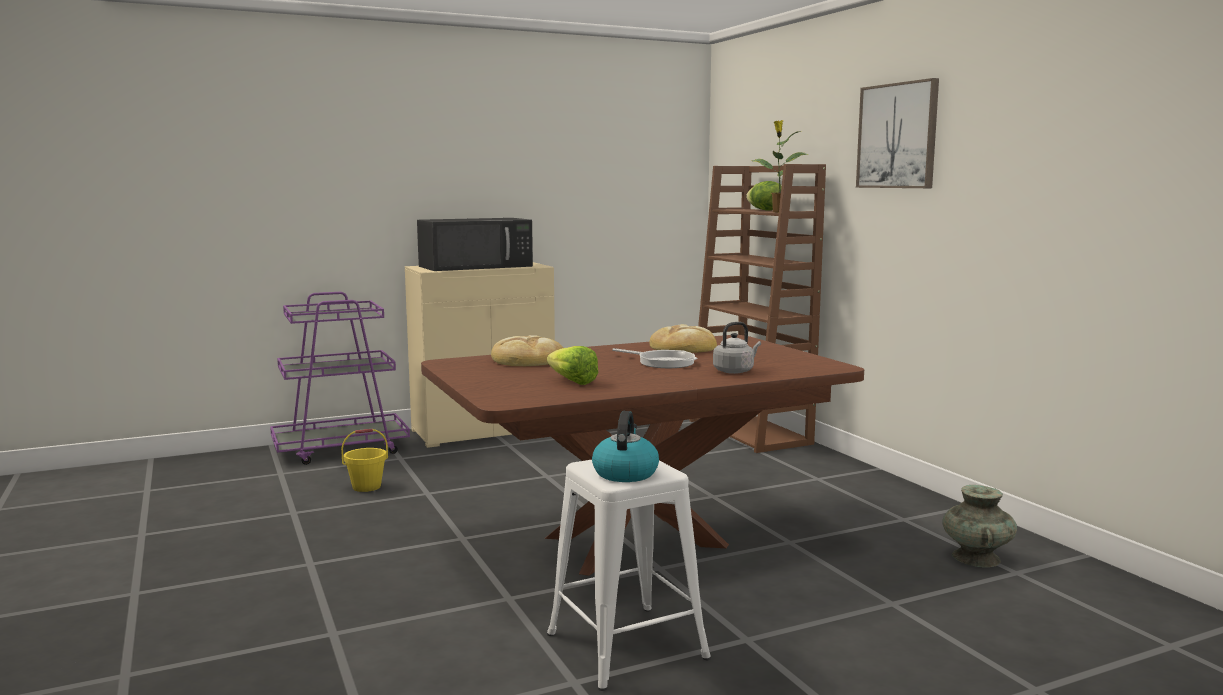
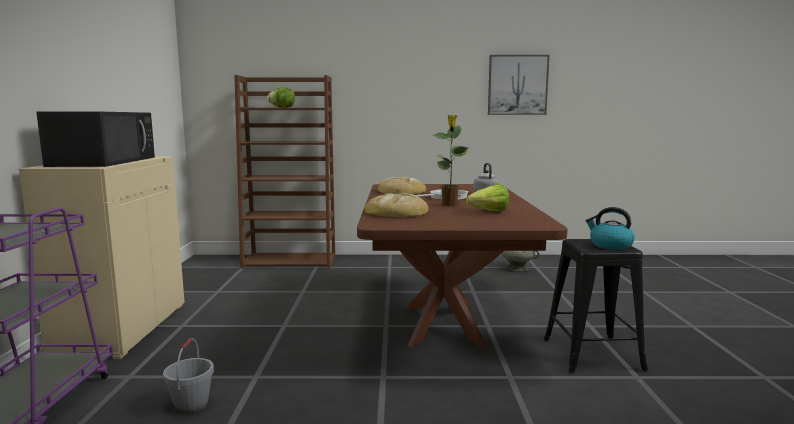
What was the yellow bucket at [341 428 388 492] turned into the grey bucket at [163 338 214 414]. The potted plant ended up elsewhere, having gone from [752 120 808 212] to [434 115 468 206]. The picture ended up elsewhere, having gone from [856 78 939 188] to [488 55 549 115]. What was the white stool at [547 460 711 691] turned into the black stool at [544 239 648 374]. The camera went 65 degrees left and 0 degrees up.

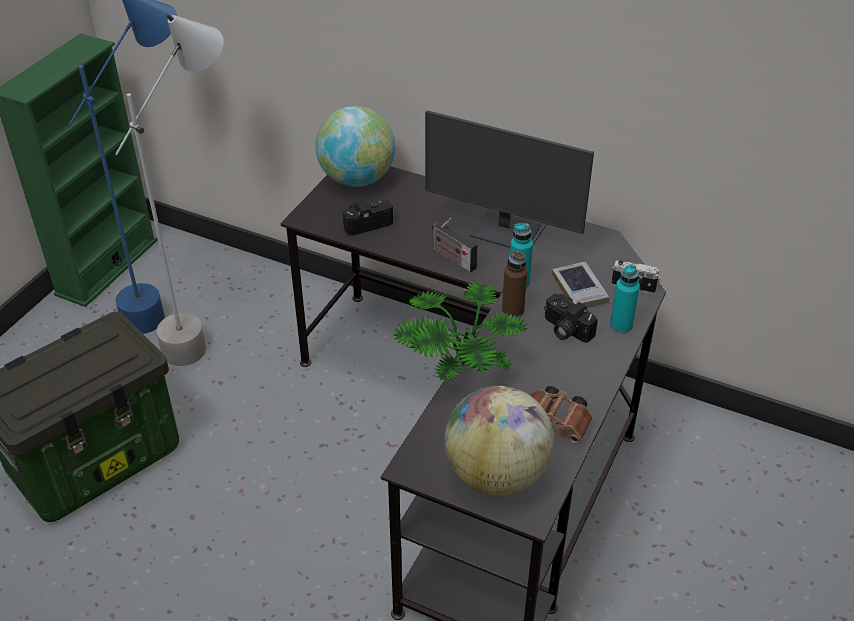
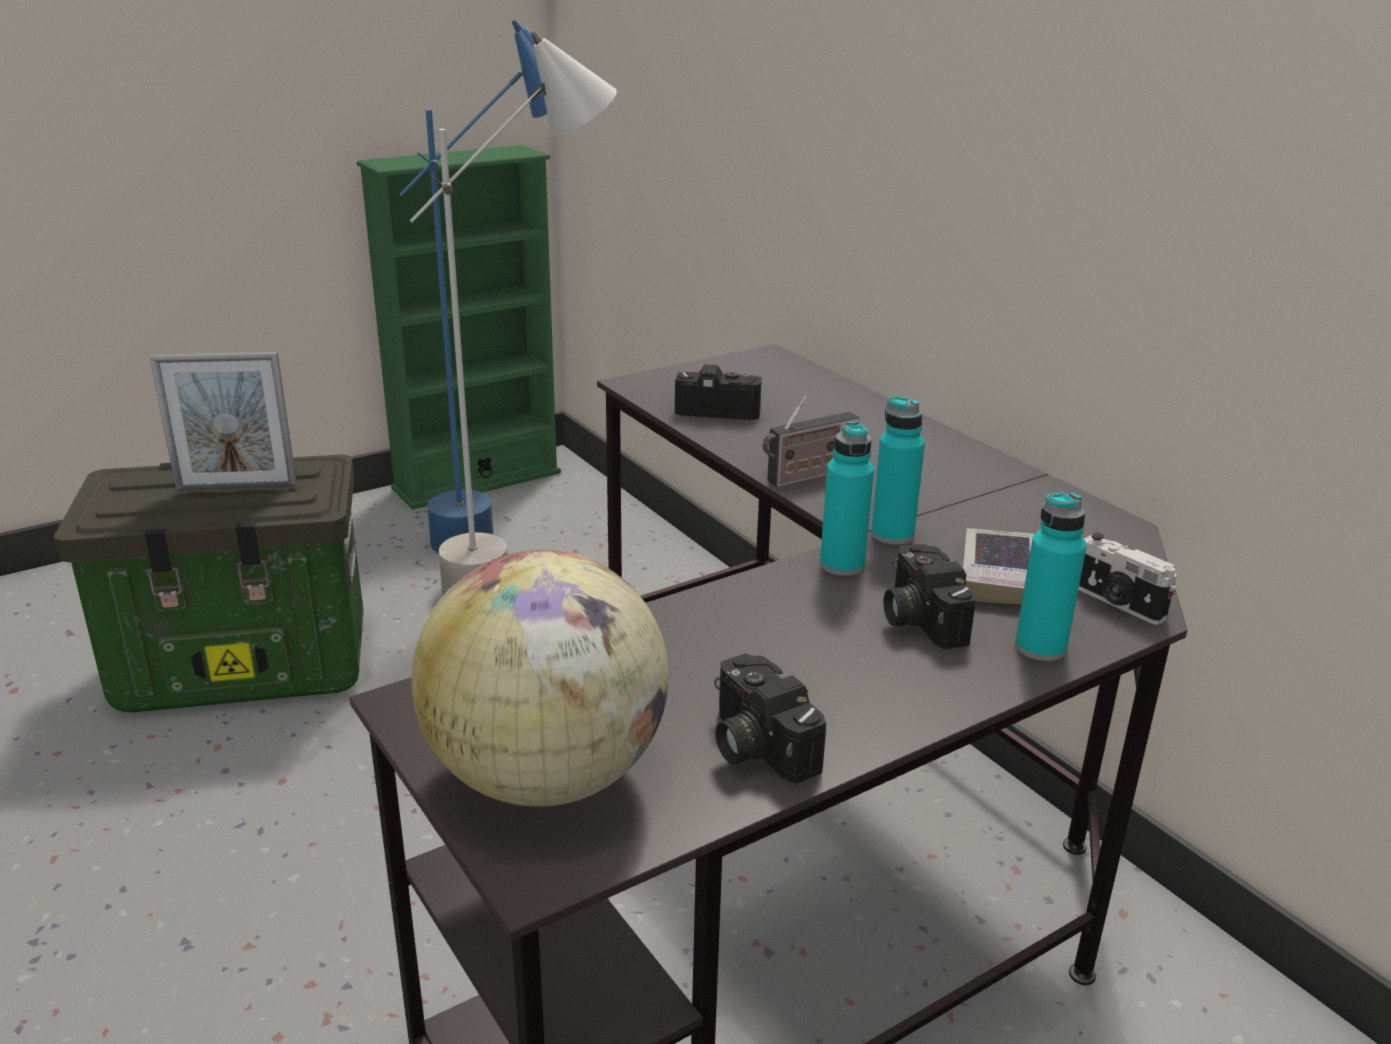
The second view gained the picture frame at [150 352 297 491]. Where the brown binoculars stood at [530 386 593 443], the photo camera came to stand at [714 653 826 784]. The radio at [431 218 477 272] ended up facing another way, 105 degrees counterclockwise from before. What was the brown bottle at [502 250 527 319] turned into the turquoise bottle at [820 421 874 576]. The second view lost the globe at [315 106 395 187]. The second view lost the potted plant at [393 282 528 382]. The second view lost the monitor at [425 110 594 248]. The camera went 30 degrees right and 15 degrees down.

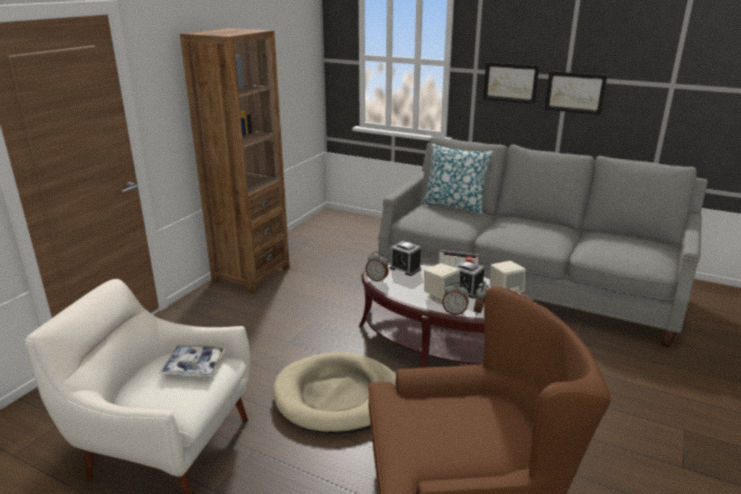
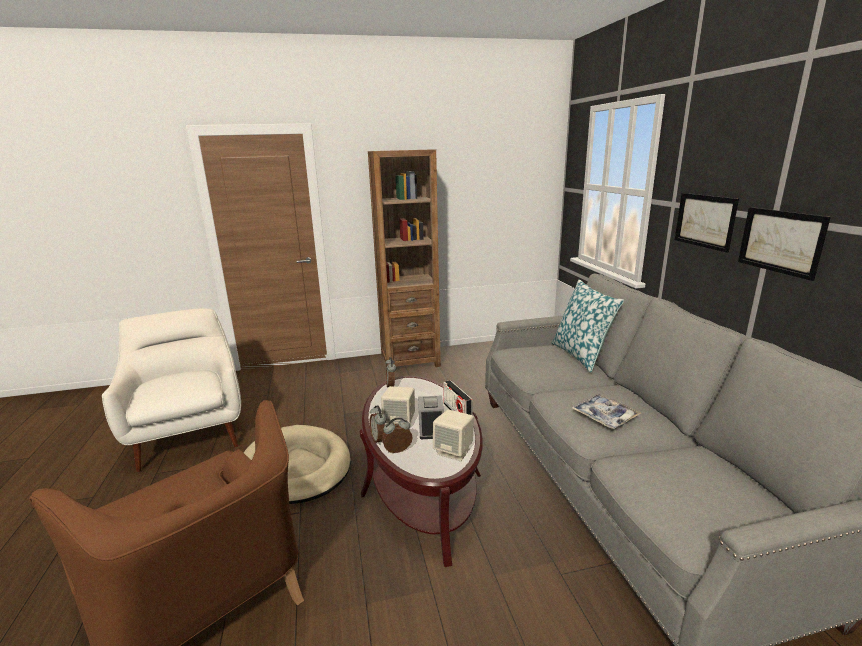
The tray ended up elsewhere, having gone from [159 345 227 377] to [571 394 641 429]. The second view lost the alarm clock at [389 241 421 276]. The camera went 50 degrees right and 5 degrees down.

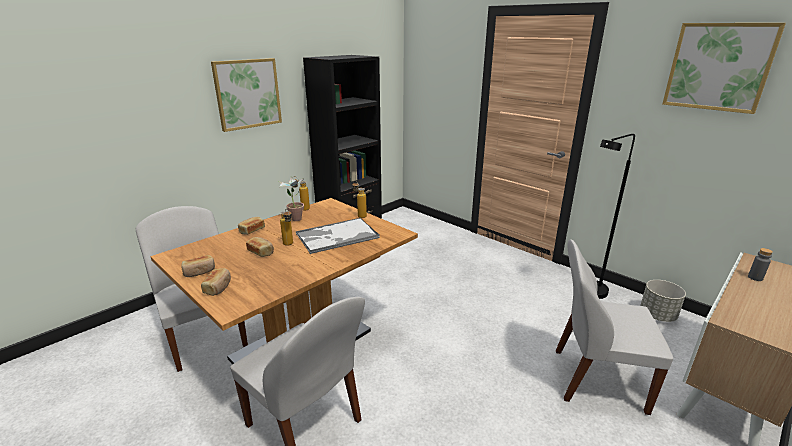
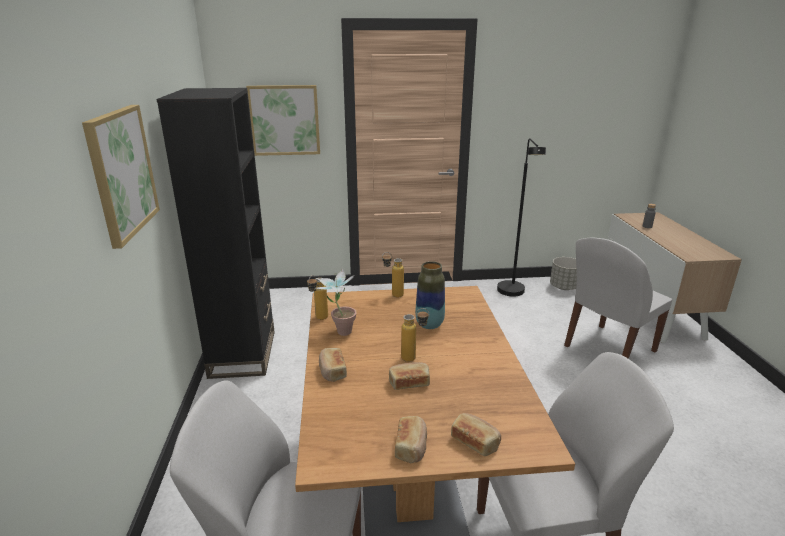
The picture ended up elsewhere, having gone from [662 23 786 114] to [246 85 320 156]. Where the tray stood at [296 218 380 254], the vase came to stand at [416 261 445 329]. The camera went 50 degrees left and 0 degrees up.

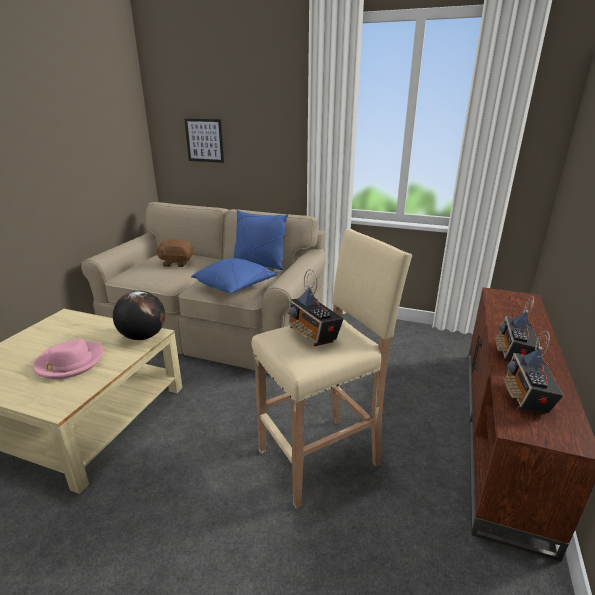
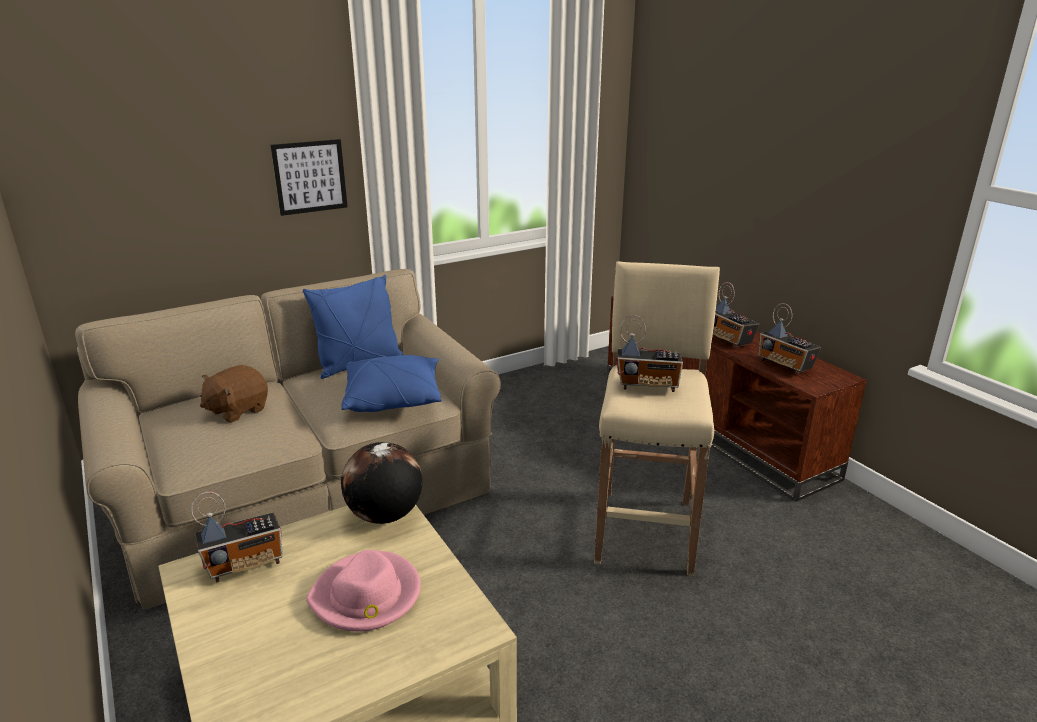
The second view gained the radio at [191 492 283 583]. The picture ended up elsewhere, having gone from [185 119 224 163] to [271 139 348 216]. The camera went 50 degrees left and 0 degrees up.

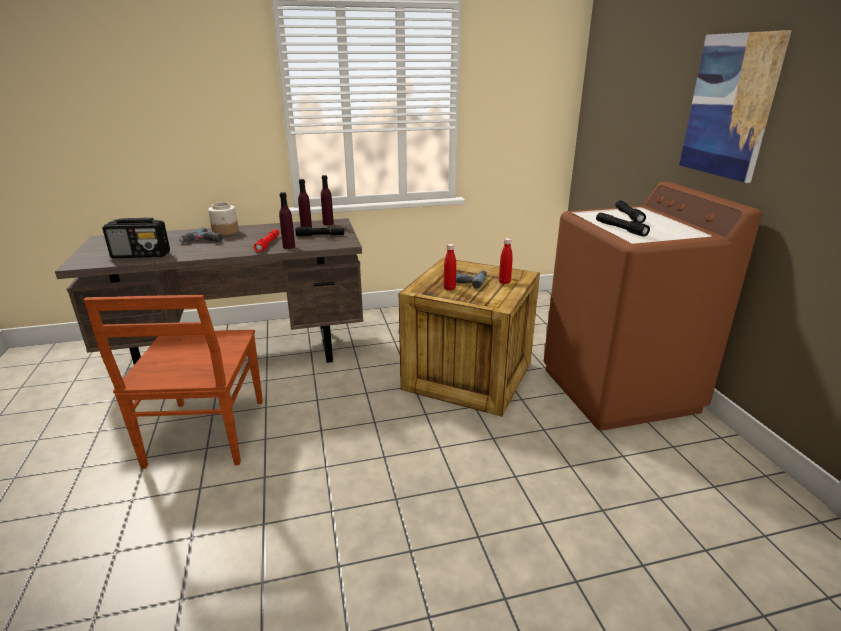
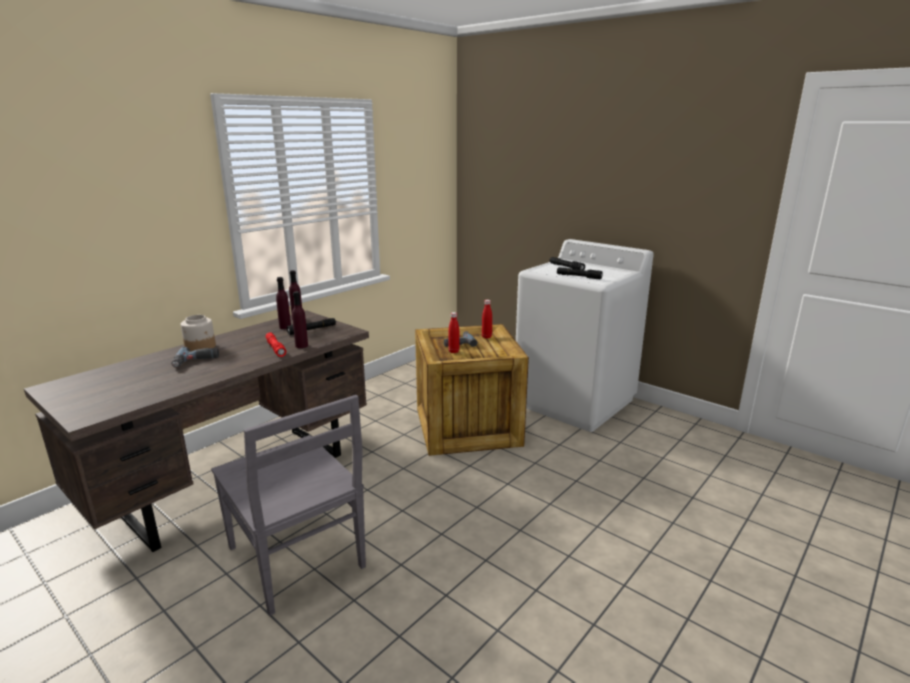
What was the brown chair at [83 295 263 469] turned into the grey chair at [211 395 366 616]. What was the brown washing machine at [544 182 762 431] turned into the white washing machine at [516 239 654 432]. The second view lost the radio at [102 218 170 258]. The second view lost the picture at [679 30 792 183]. The camera went 35 degrees left and 5 degrees down.

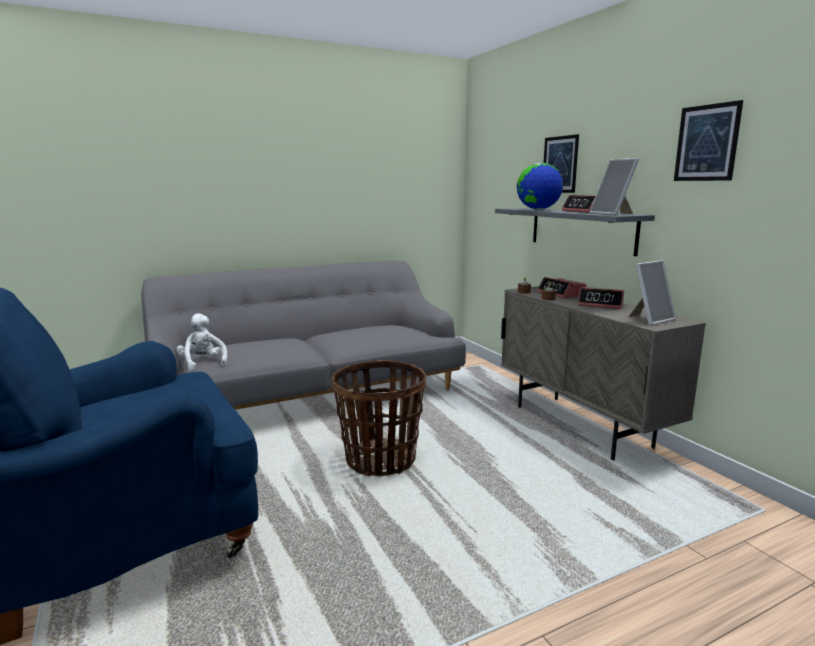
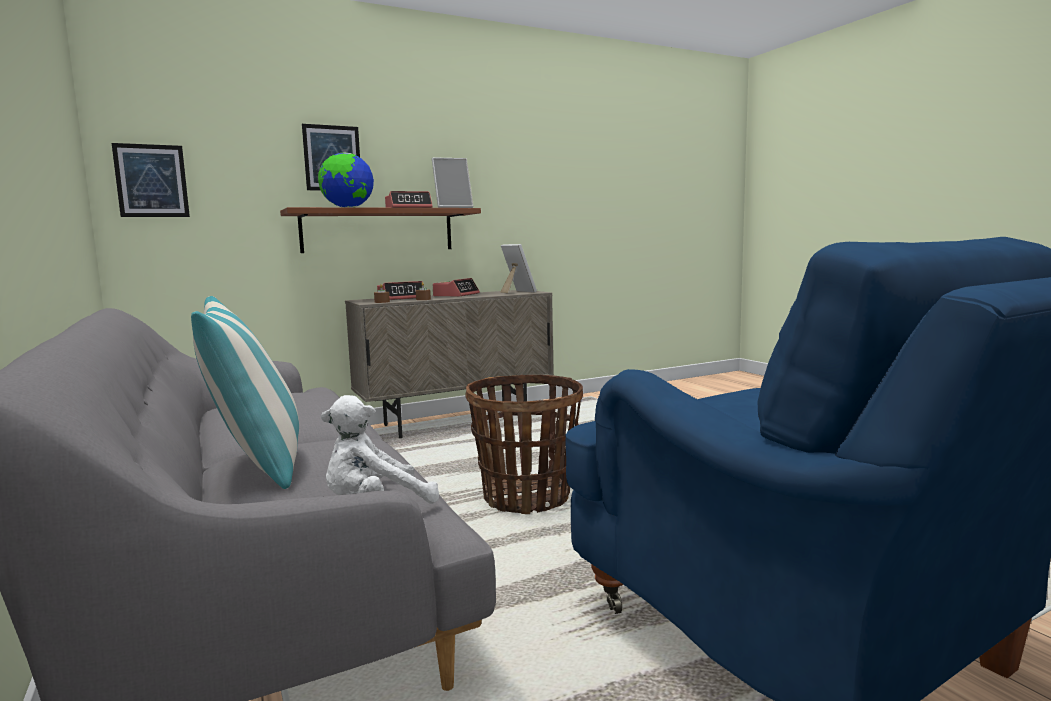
The picture ended up elsewhere, having gone from [674 100 743 181] to [112 143 190 217]. The second view gained the pillow at [191 296 299 489]. What was the grey shelf at [495 208 655 256] turned into the brown shelf at [280 207 481 253]. The camera went 90 degrees left and 5 degrees down.

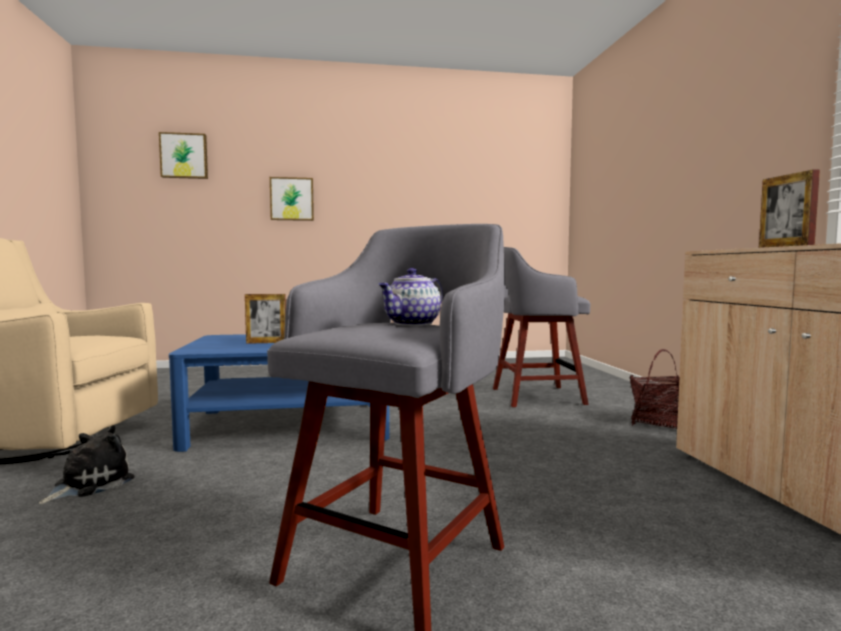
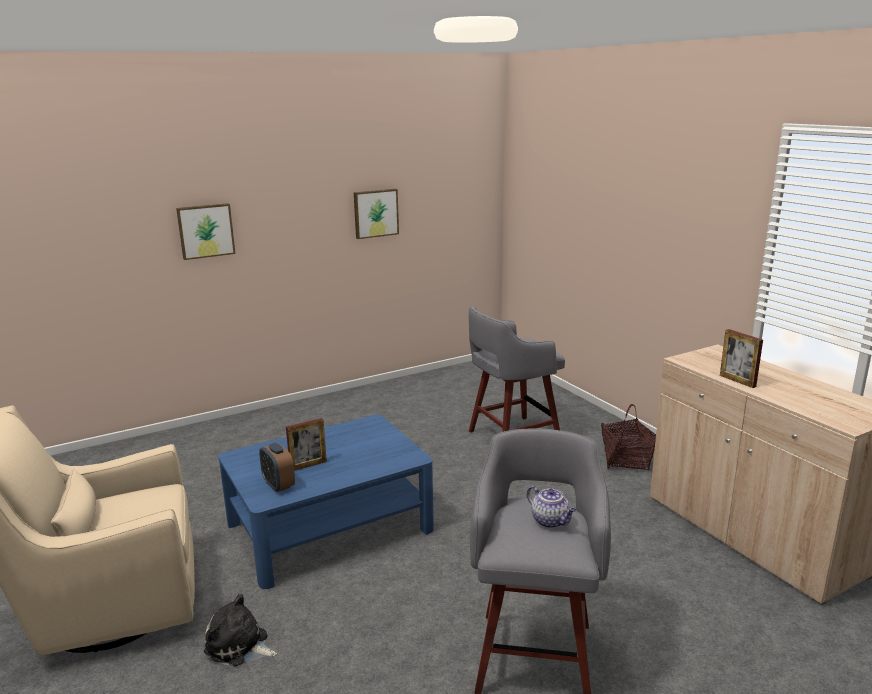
The plush toy at [39 432 135 504] ended up facing another way, 75 degrees counterclockwise from before. The second view gained the alarm clock at [259 443 295 492]. The picture ended up elsewhere, having gone from [159 132 208 179] to [354 189 399 239]. The teapot at [379 268 443 326] ended up facing another way, 60 degrees counterclockwise from before. The camera went 20 degrees left and 15 degrees up.

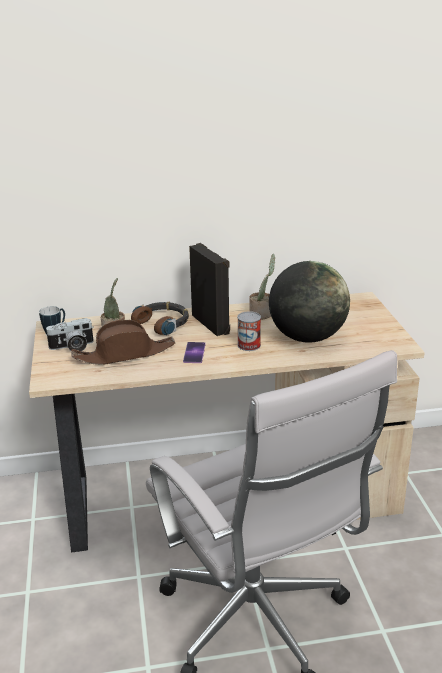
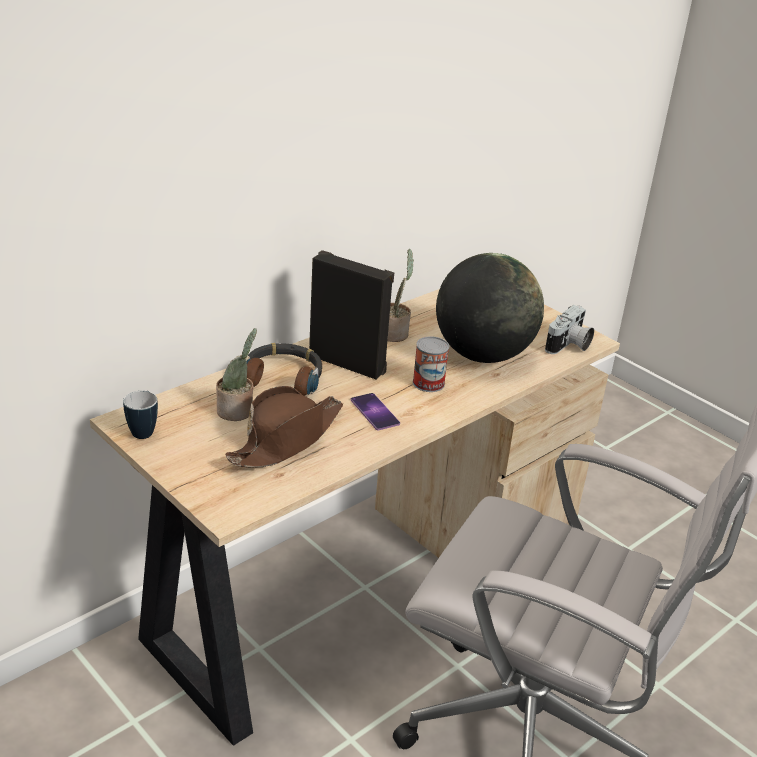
The photo camera ended up elsewhere, having gone from [45 318 94 351] to [545 305 594 354]. The camera went 35 degrees left and 5 degrees up.

